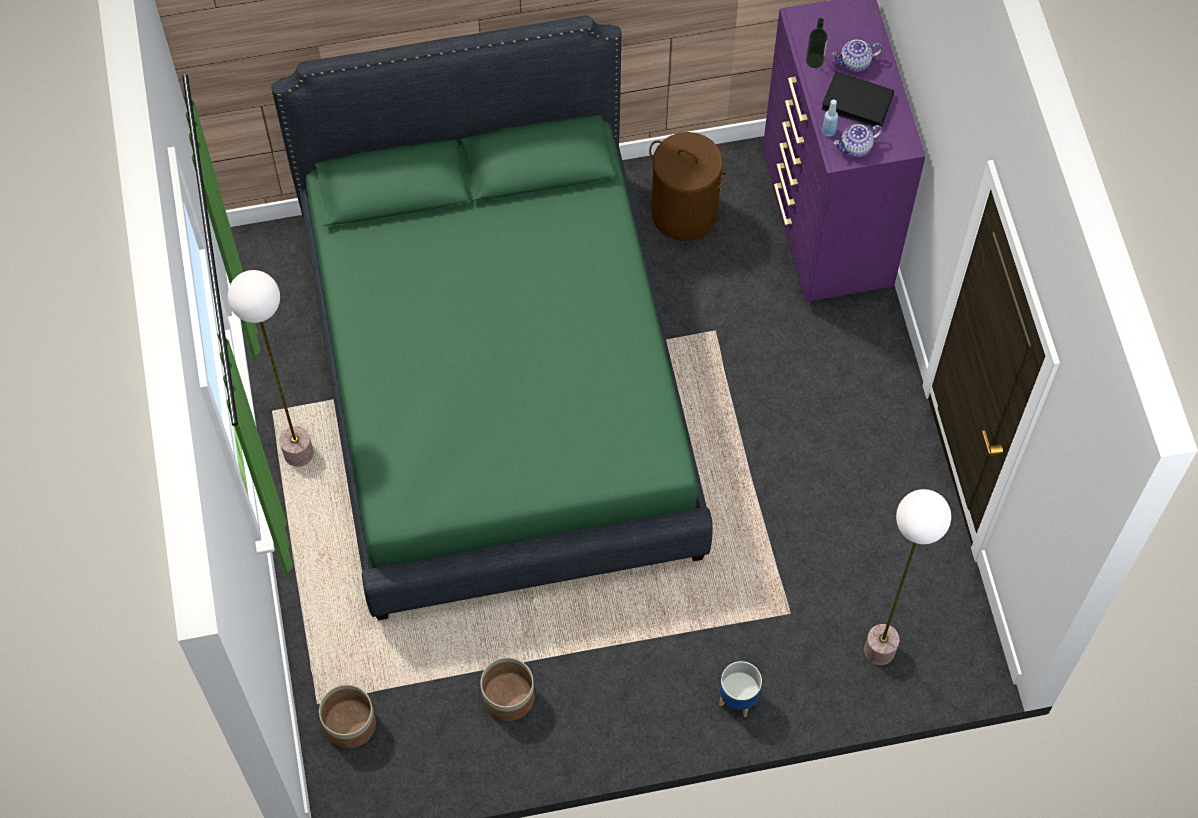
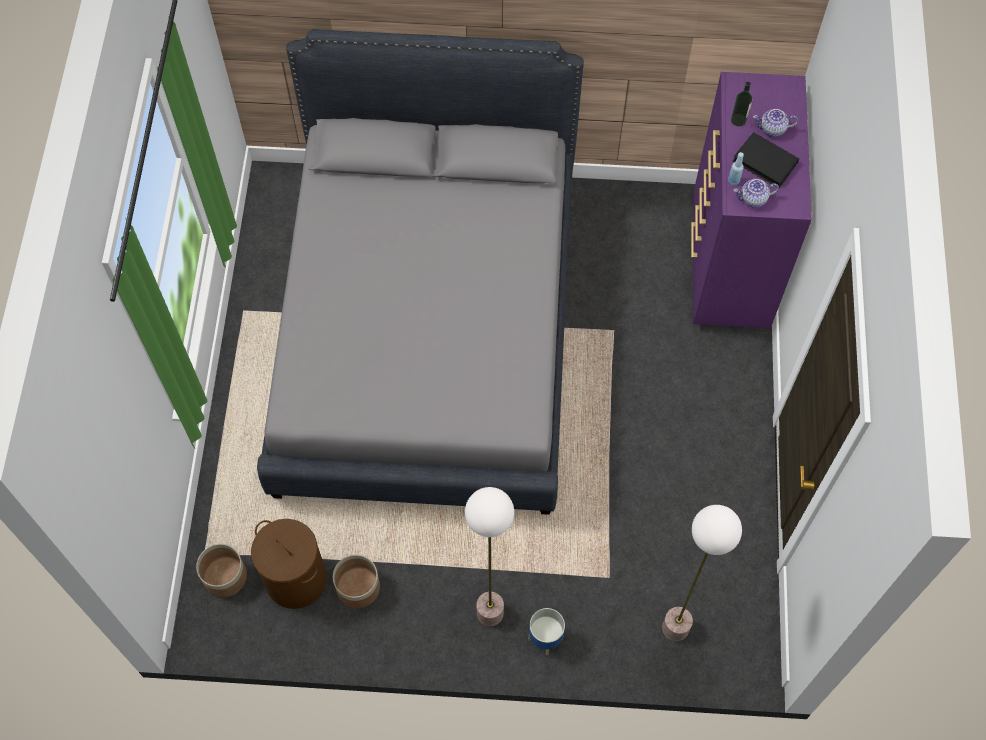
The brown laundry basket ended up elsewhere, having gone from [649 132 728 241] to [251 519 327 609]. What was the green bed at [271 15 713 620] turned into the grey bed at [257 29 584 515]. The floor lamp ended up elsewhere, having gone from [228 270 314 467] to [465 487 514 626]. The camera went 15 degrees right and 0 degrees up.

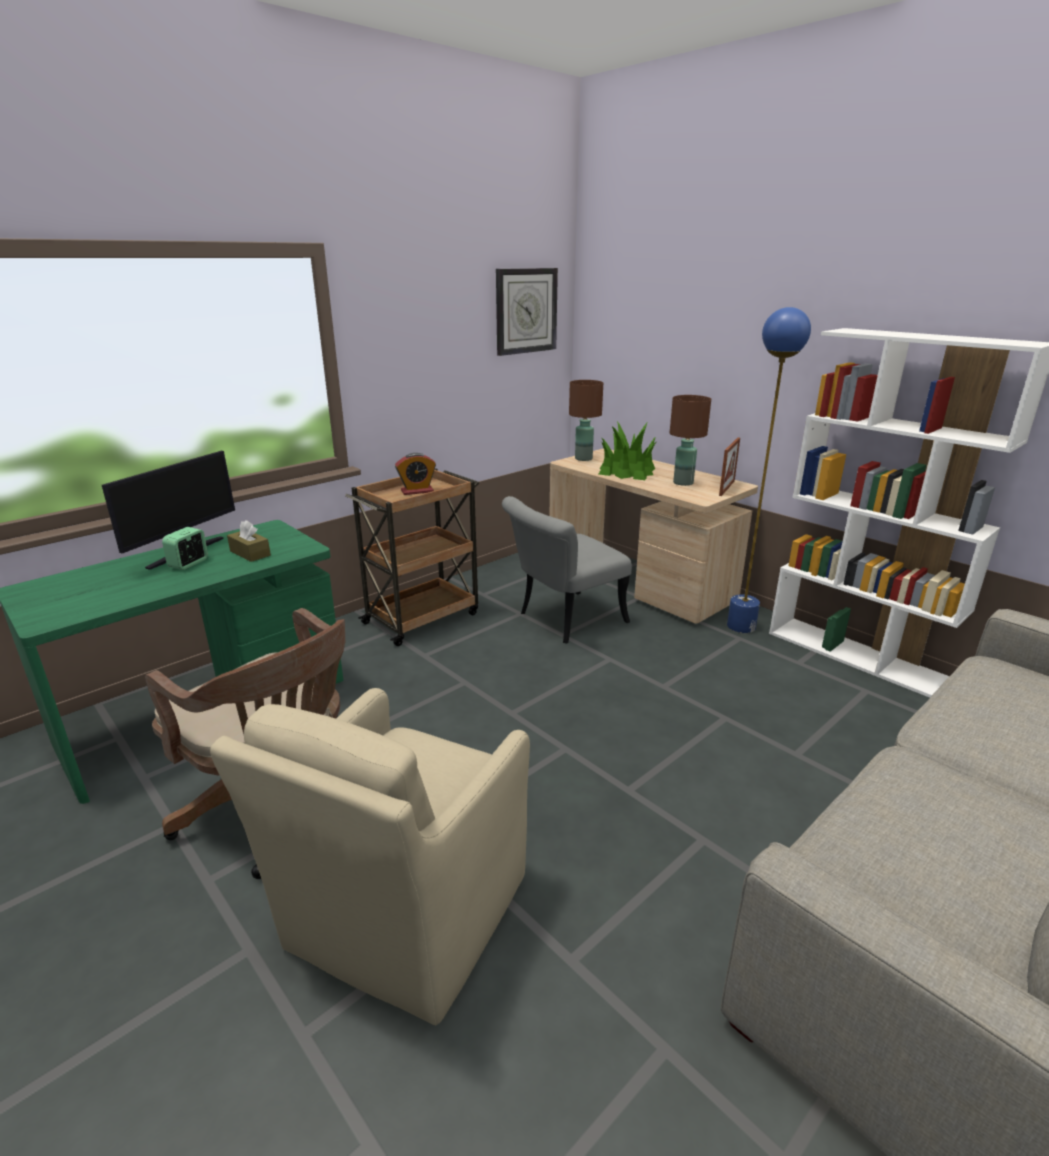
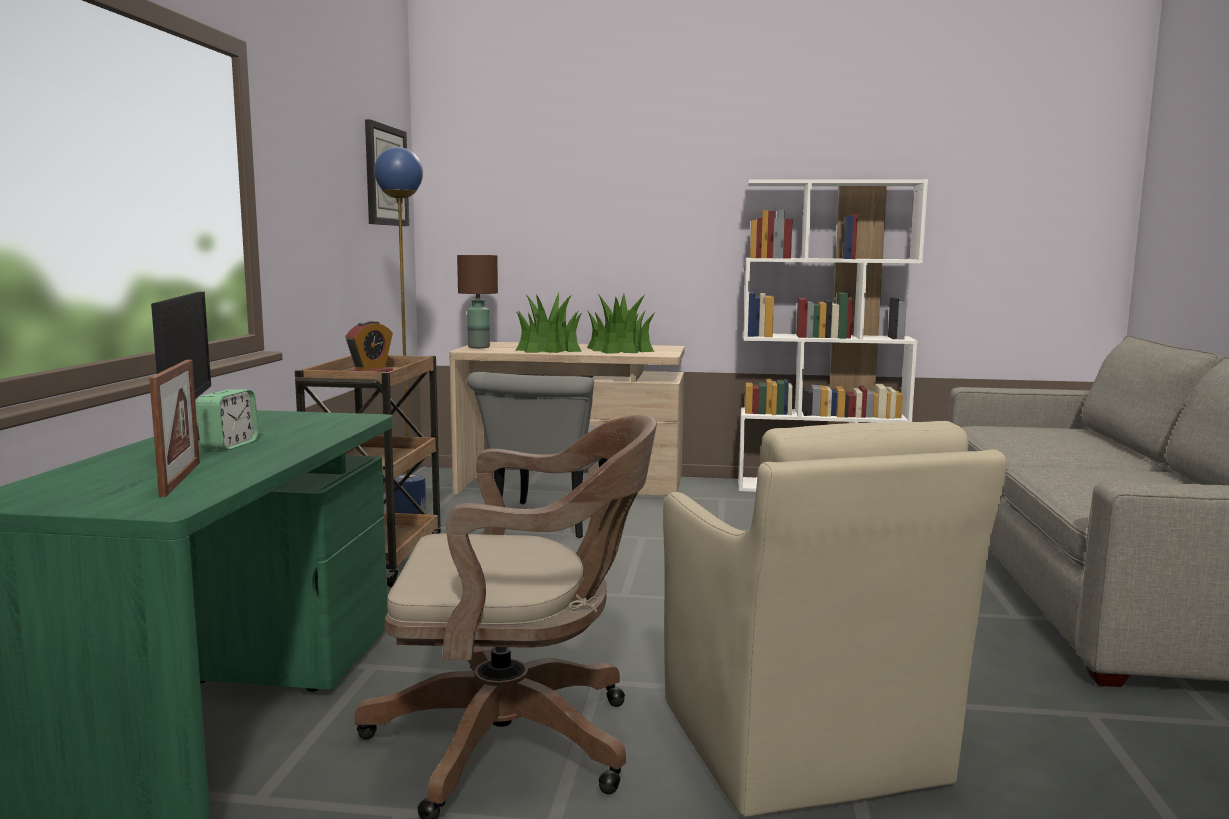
The picture frame ended up elsewhere, having gone from [719 437 740 496] to [149 360 200 497]. The alarm clock at [162 527 208 570] ended up facing another way, 150 degrees counterclockwise from before. The blue floor lamp ended up elsewhere, having gone from [727 307 811 633] to [374 147 426 514]. Where the brown table lamp stood at [670 395 711 486], the potted plant came to stand at [587 294 655 354]. The second view lost the brown tissue box at [227 520 271 562]. The camera went 40 degrees left and 15 degrees down.

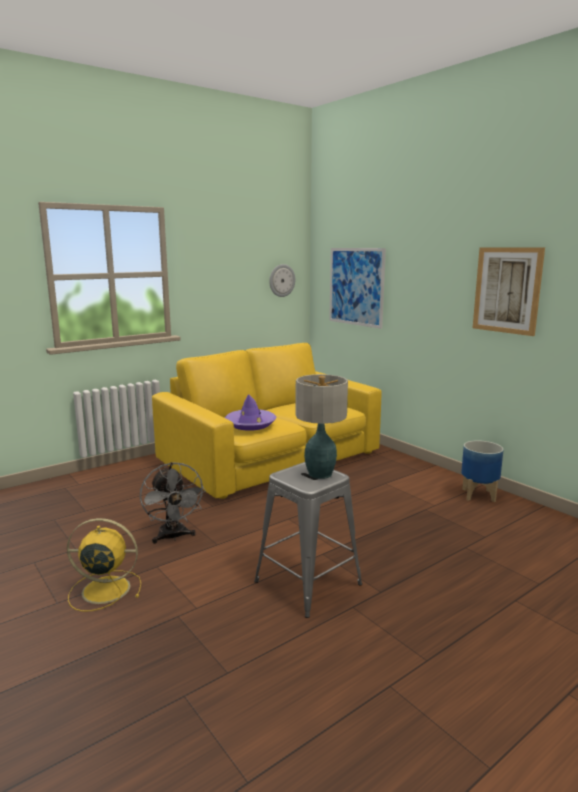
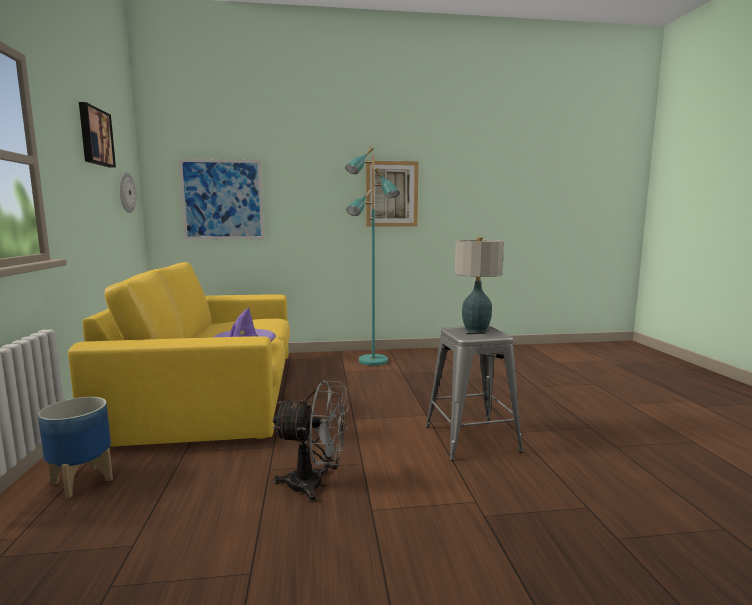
The planter ended up elsewhere, having gone from [461 440 504 502] to [38 397 113 498]. The second view gained the picture at [79 102 116 168]. The second view gained the turquoise floor lamp at [345 147 400 366]. The second view lost the yellow fan at [67 518 141 612]. The camera went 60 degrees left and 5 degrees down.

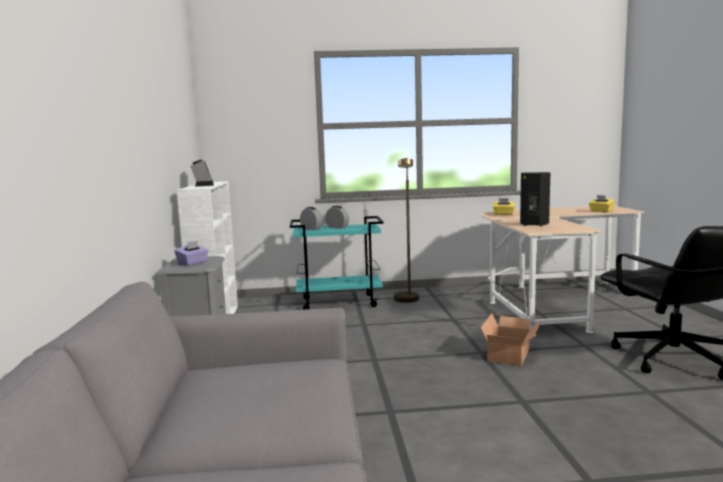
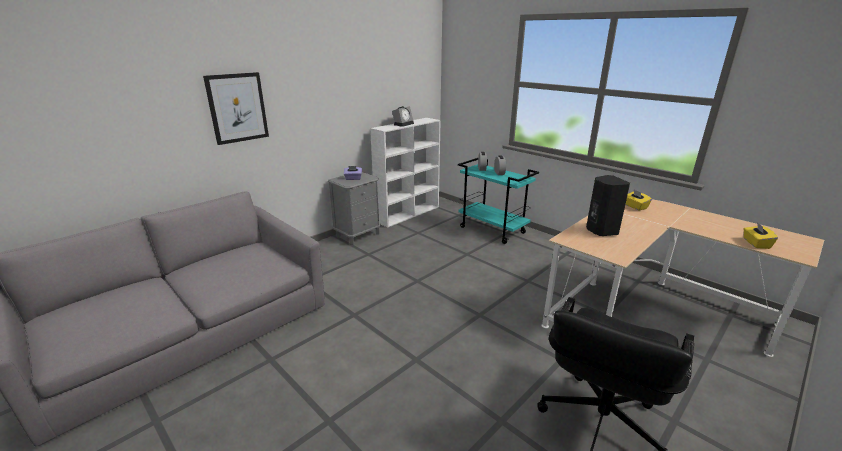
The second view gained the picture at [203 72 269 145]. The second view lost the brown floor lamp at [394 158 419 303]. The second view lost the cardboard box at [481 313 541 366]. The camera went 50 degrees right and 15 degrees up.

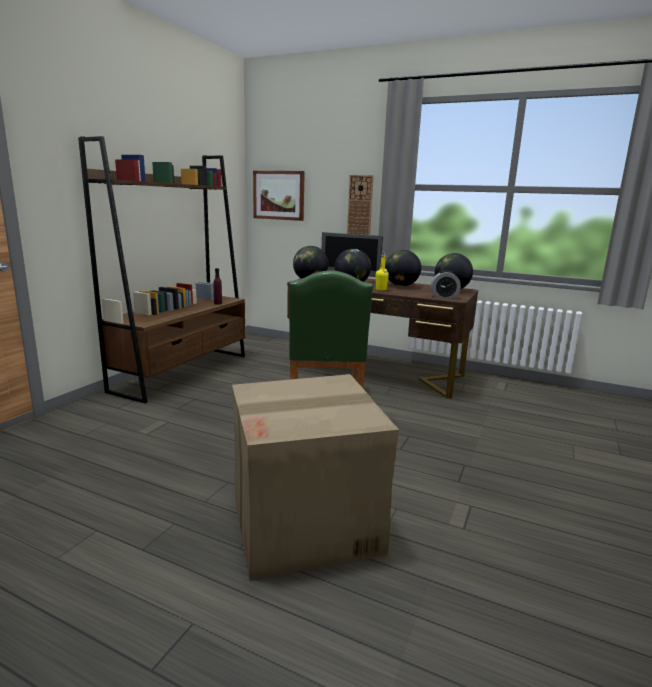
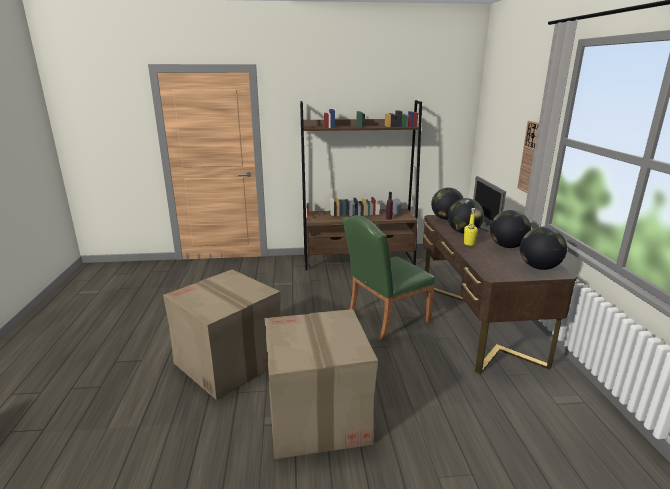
The second view gained the cardboard box at [265 309 378 459]. The second view lost the picture at [253 171 305 221]. The second view lost the alarm clock at [431 270 461 298]. The camera went 60 degrees right and 5 degrees up.

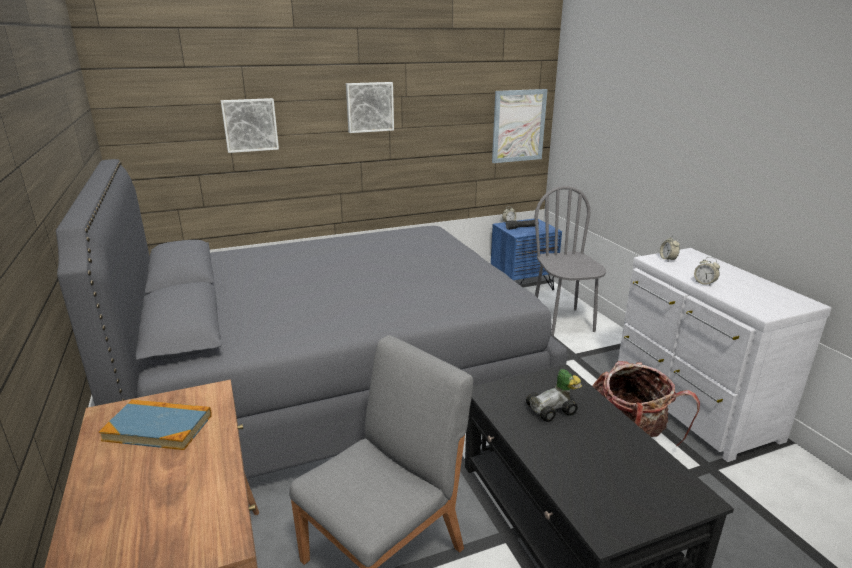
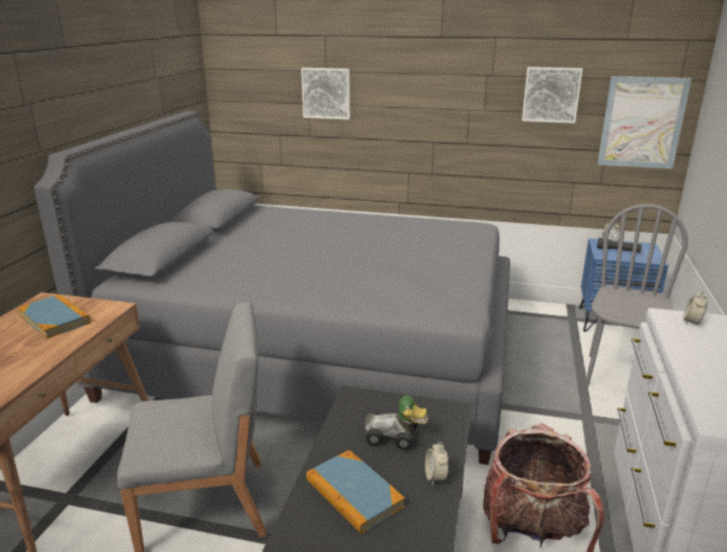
The second view gained the book at [306 450 405 534]. The alarm clock ended up elsewhere, having gone from [694 257 720 287] to [425 442 449 485]. The picture ended up elsewhere, having gone from [346 82 394 133] to [522 67 583 123]. The camera went 35 degrees right and 0 degrees up.

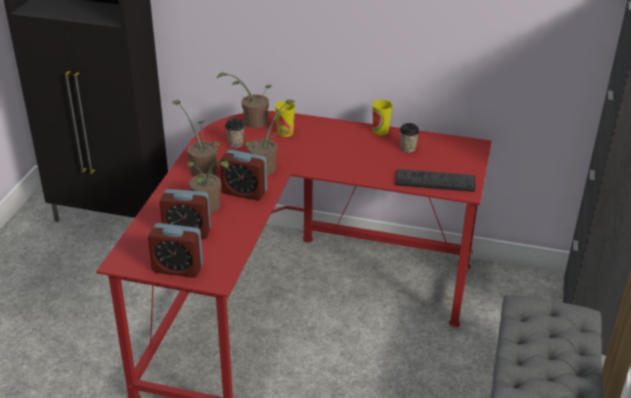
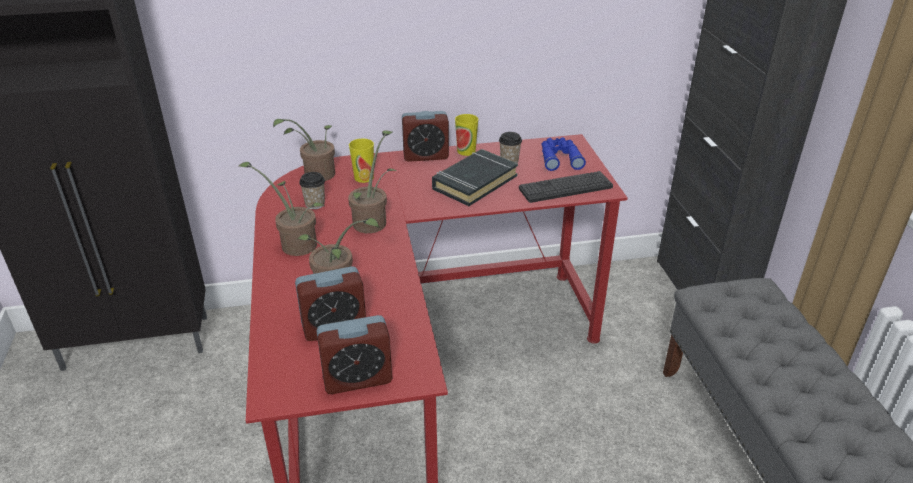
The alarm clock ended up elsewhere, having gone from [220 150 267 201] to [402 111 449 162]. The second view gained the black book at [432 149 518 206]. The second view gained the blue binoculars at [542 137 586 171]. The camera went 25 degrees left and 0 degrees up.

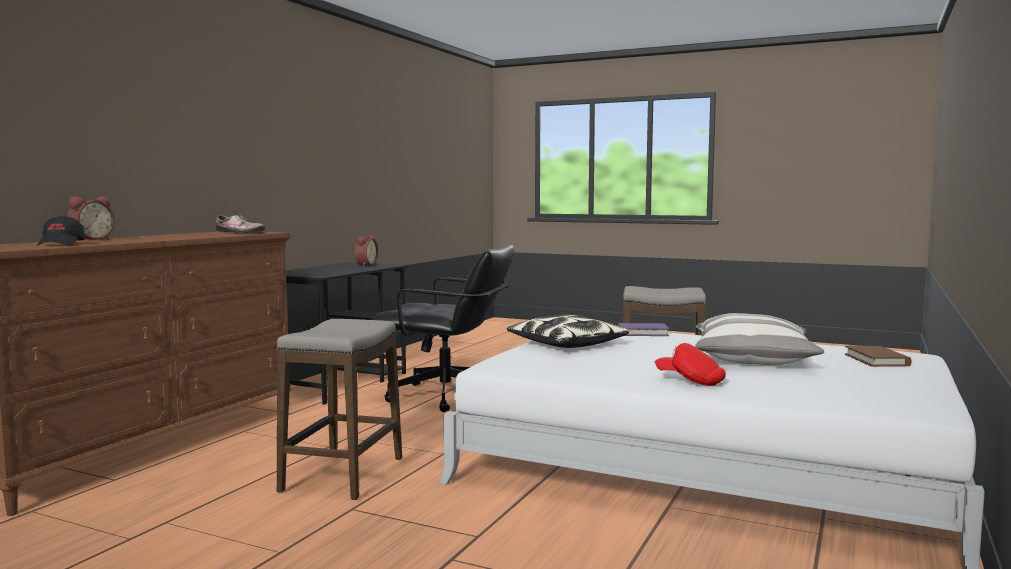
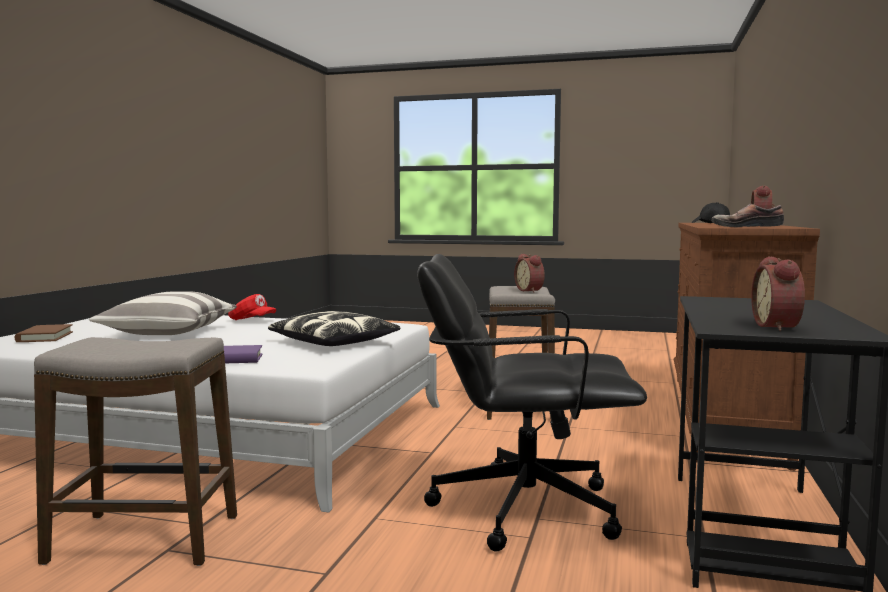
The second view gained the alarm clock at [514 254 545 292]. The camera went 170 degrees right and 0 degrees up.

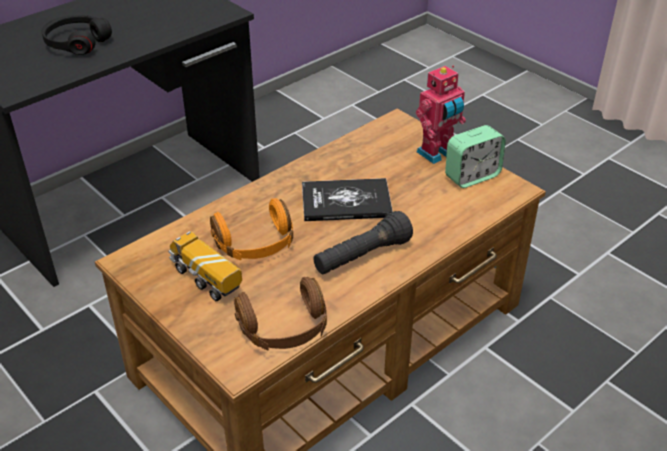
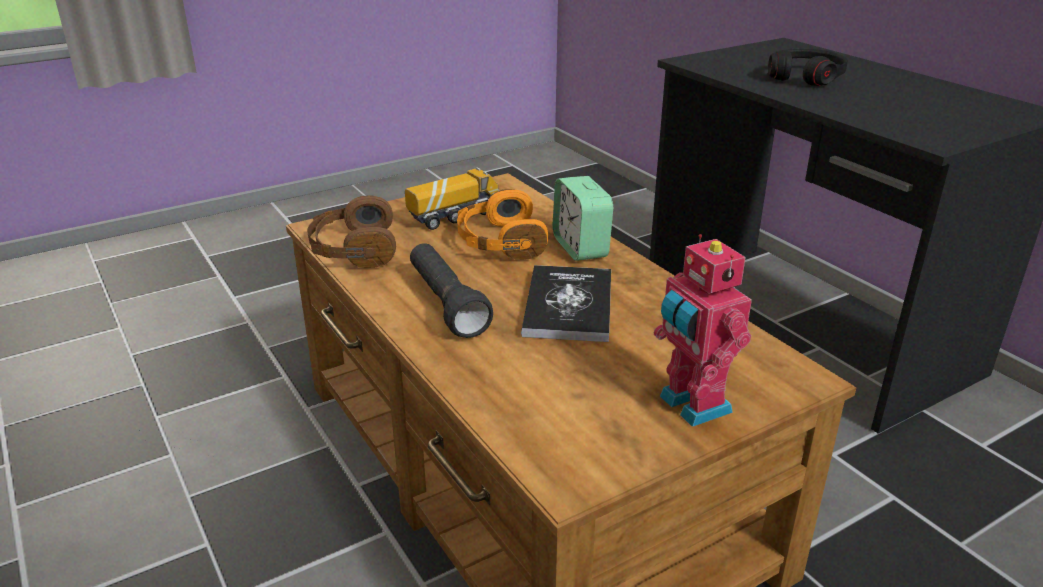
The alarm clock ended up elsewhere, having gone from [445 125 506 188] to [552 176 613 261]. The camera went 100 degrees right and 10 degrees down.

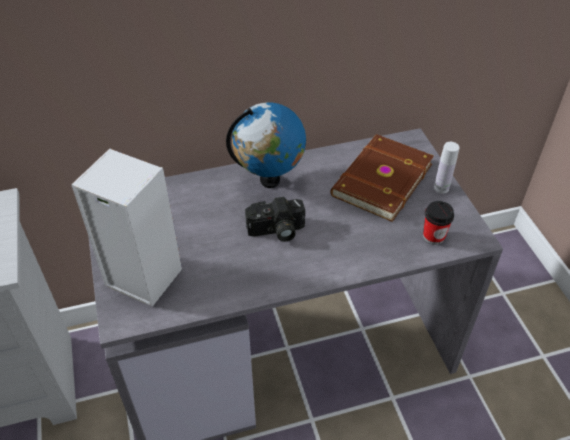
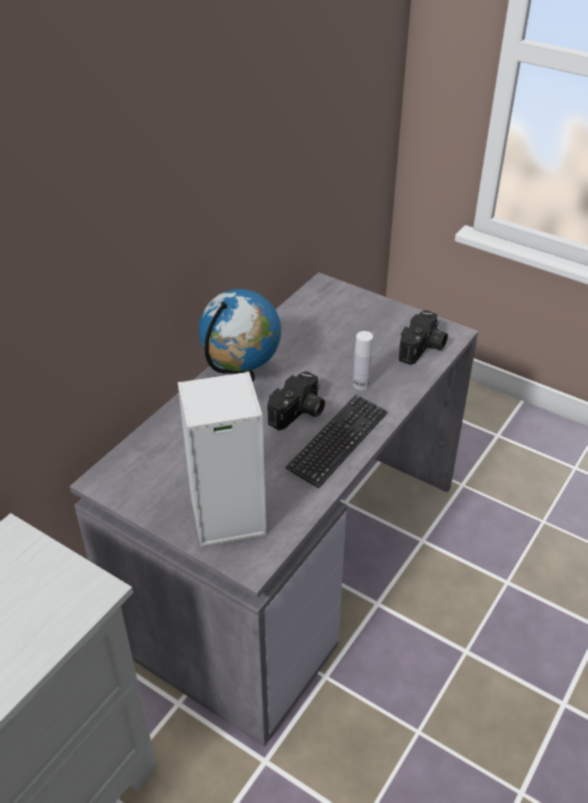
The second view gained the keyboard at [285 395 388 488]. The white bottle ended up elsewhere, having gone from [434 142 460 194] to [353 331 373 390]. Where the cup stood at [423 201 454 245], the photo camera came to stand at [399 310 448 365]. The second view lost the brown book at [330 134 434 222]. The camera went 40 degrees left and 5 degrees down.

